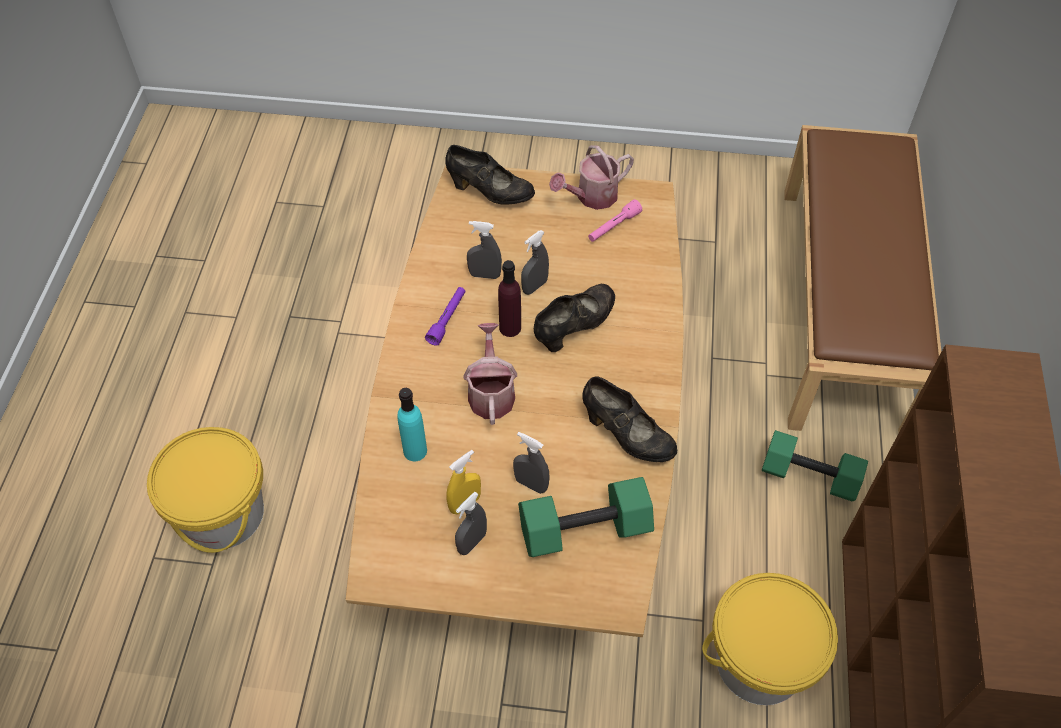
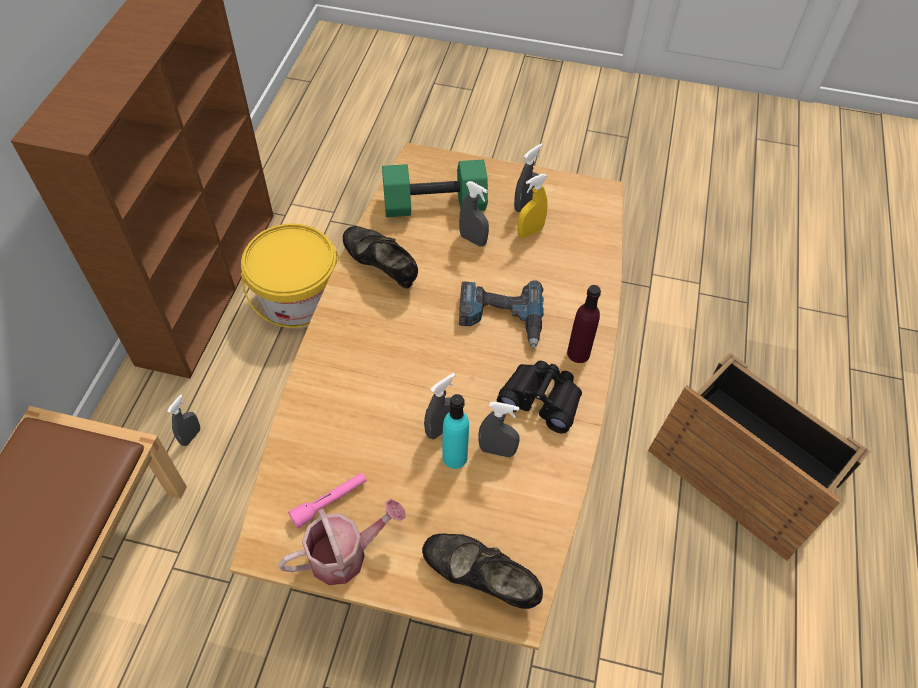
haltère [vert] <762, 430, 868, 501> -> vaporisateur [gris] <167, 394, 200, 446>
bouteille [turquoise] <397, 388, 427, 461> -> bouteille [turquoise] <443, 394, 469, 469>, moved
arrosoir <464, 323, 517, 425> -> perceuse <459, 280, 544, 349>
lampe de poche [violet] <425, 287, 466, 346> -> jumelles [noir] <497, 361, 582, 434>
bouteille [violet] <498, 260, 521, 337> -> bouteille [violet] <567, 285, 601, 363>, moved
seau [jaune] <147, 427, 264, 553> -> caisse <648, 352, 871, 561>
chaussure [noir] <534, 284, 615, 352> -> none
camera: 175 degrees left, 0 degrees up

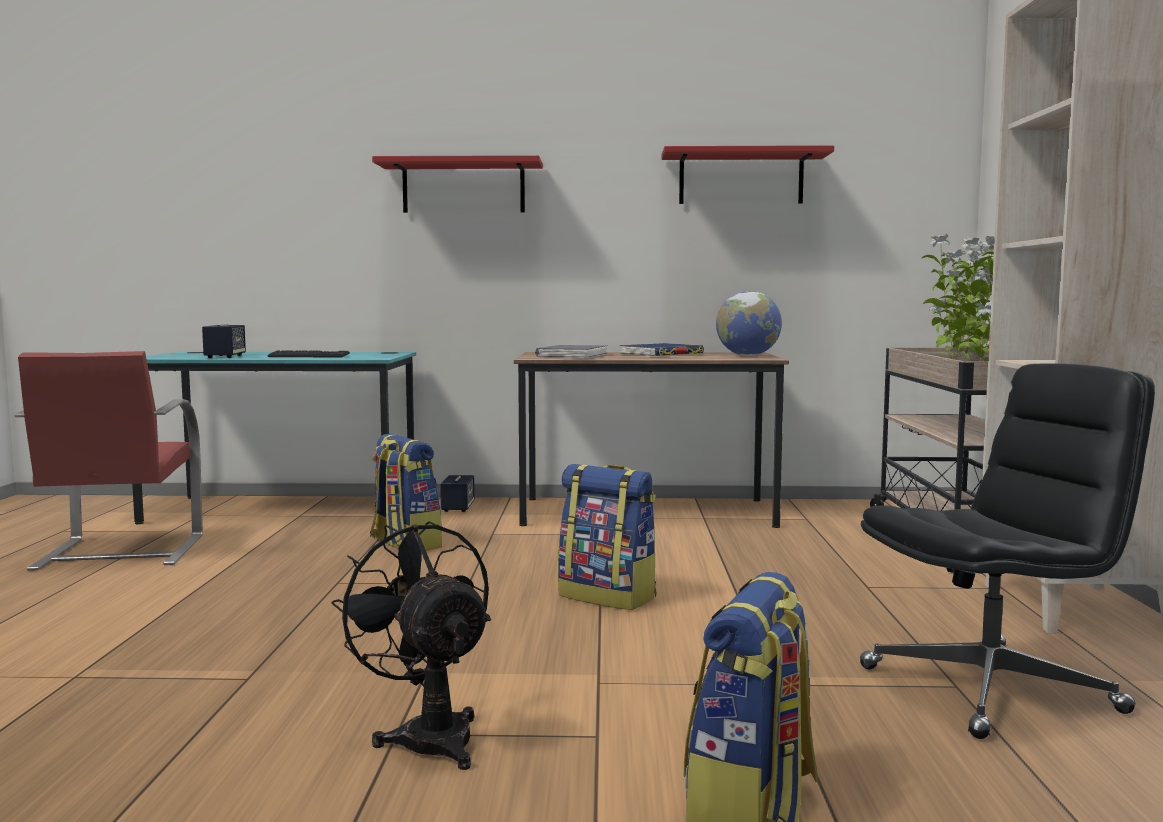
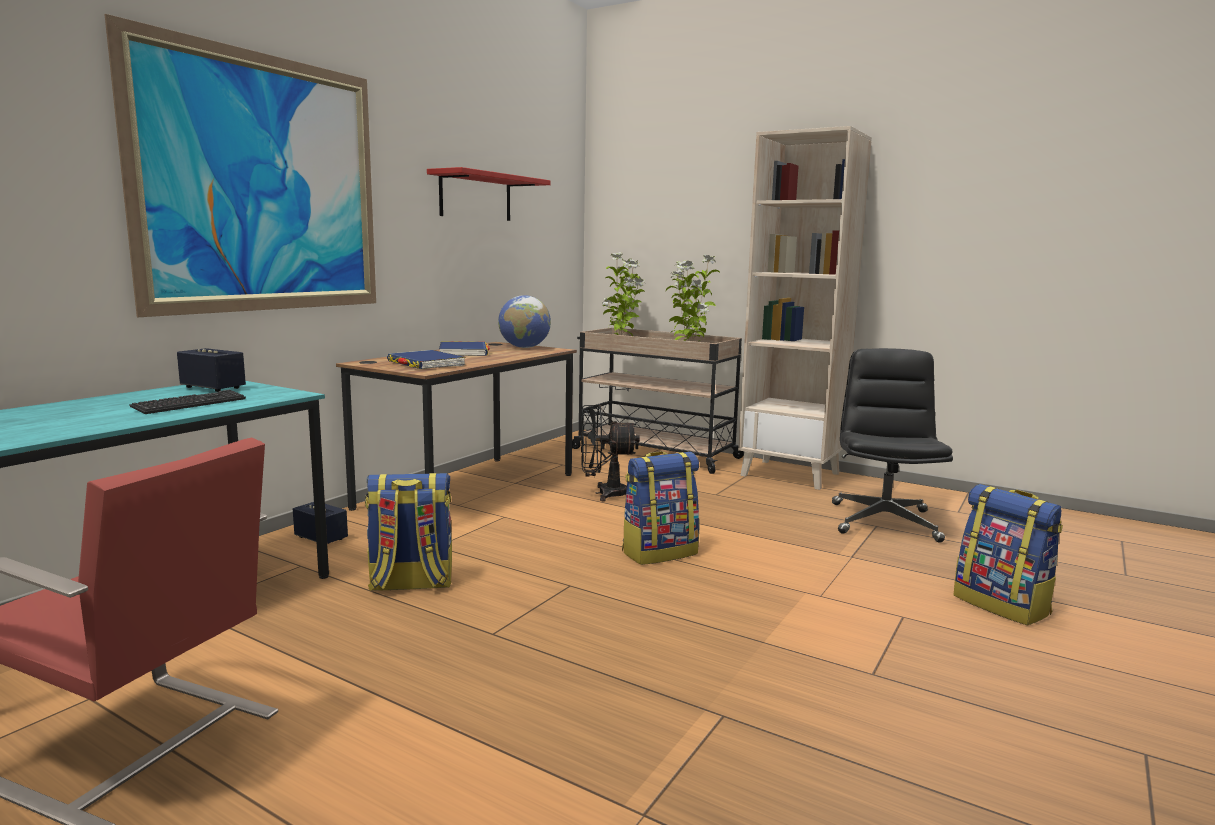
étagère [rouge] <372, 155, 543, 213> -> tableau <104, 14, 376, 317>
enceinte <202, 324, 246, 358> -> enceinte <177, 348, 246, 392>, moved
livre [gris] <535, 345, 608, 359> -> livre [bleu] <387, 350, 466, 369>
ventilateur [noir] <331, 521, 491, 770> -> ventilateur [noir] <581, 404, 640, 501>, moved
camera: 60 degrees left, 5 degrees up

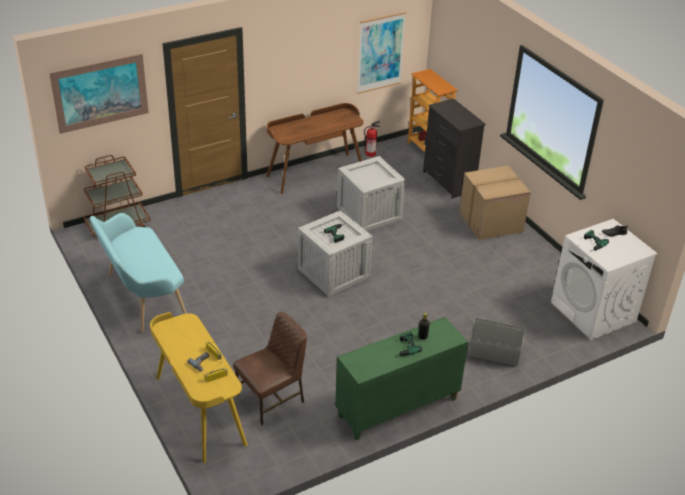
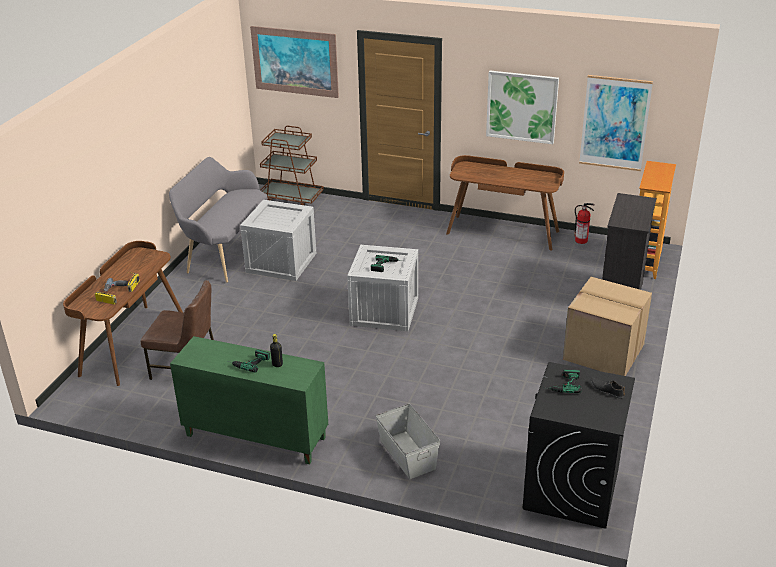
bureau [jaune] <150, 312, 247, 463> -> bureau [marron] <63, 241, 183, 386>
banc [turquoise] <90, 213, 187, 332> -> banc [gris] <169, 157, 268, 283>
caisse <337, 156, 406, 231> -> caisse <240, 200, 316, 281>, moved
none -> tableau <486, 71, 559, 144>
lave-linge [blanc] <551, 219, 658, 340> -> lave-linge [noir] <523, 362, 635, 529>
camera: 50 degrees right, 5 degrees down

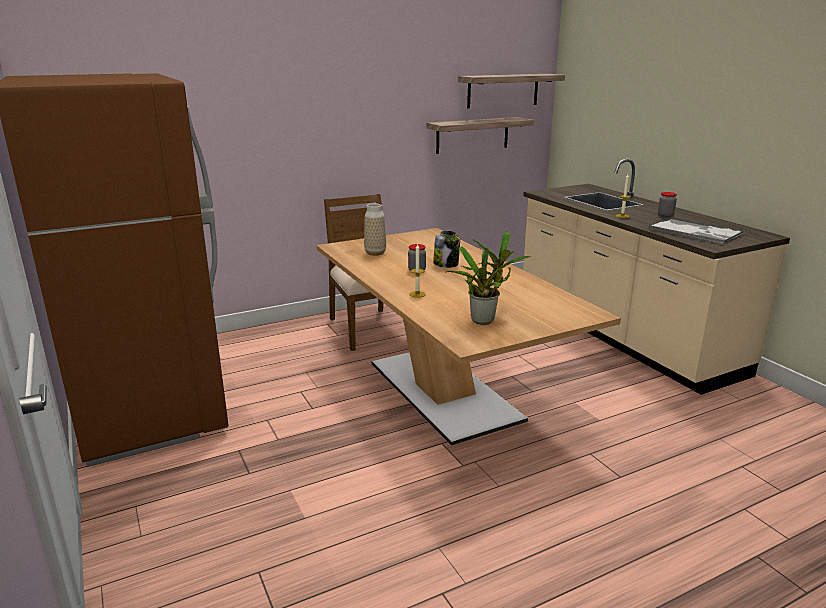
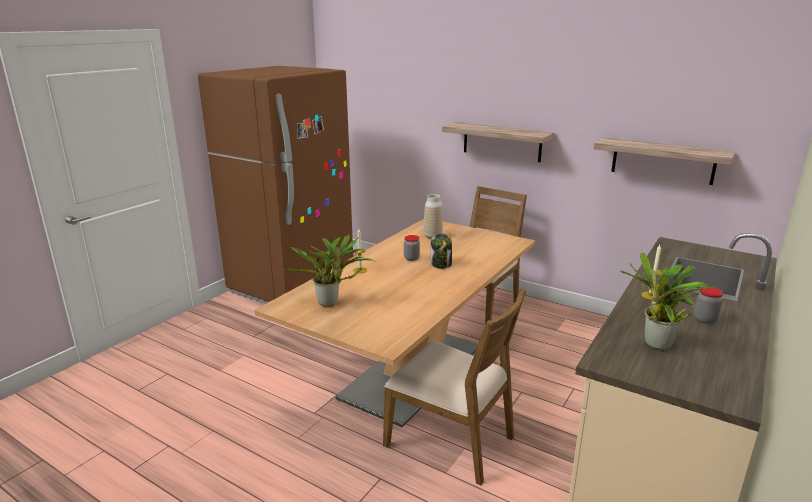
none -> chaise [marron] <383, 288, 526, 485>
étagère <458, 74, 565, 108> -> étagère <442, 122, 555, 162>, moved
plateau <649, 217, 745, 245> -> plante en pot <620, 252, 716, 350>
camera: 60 degrees right, 0 degrees up

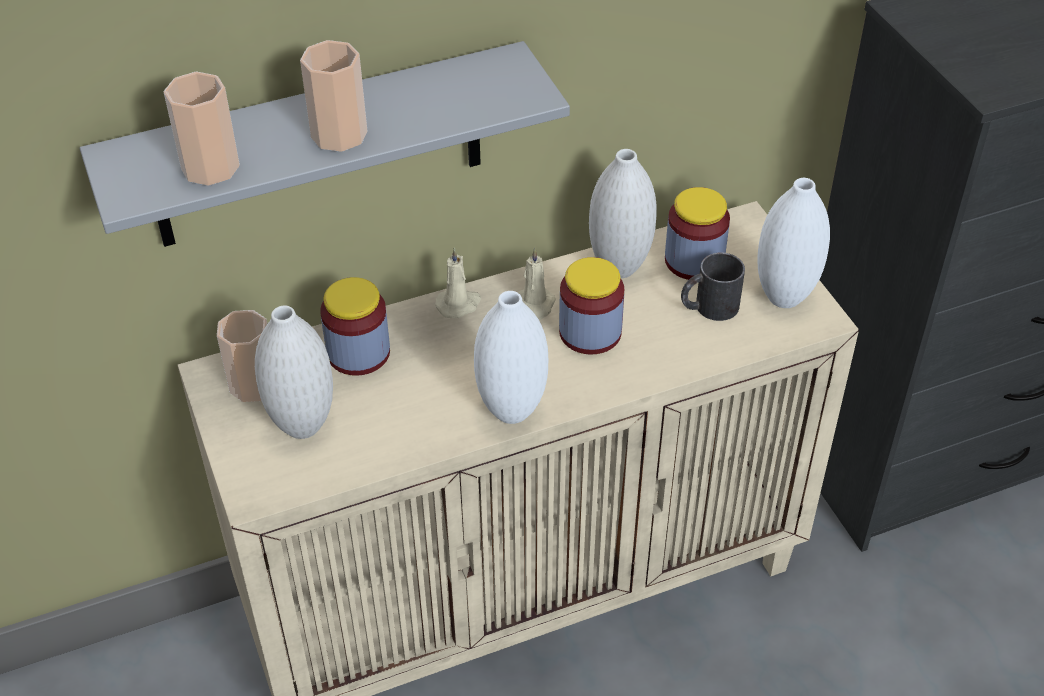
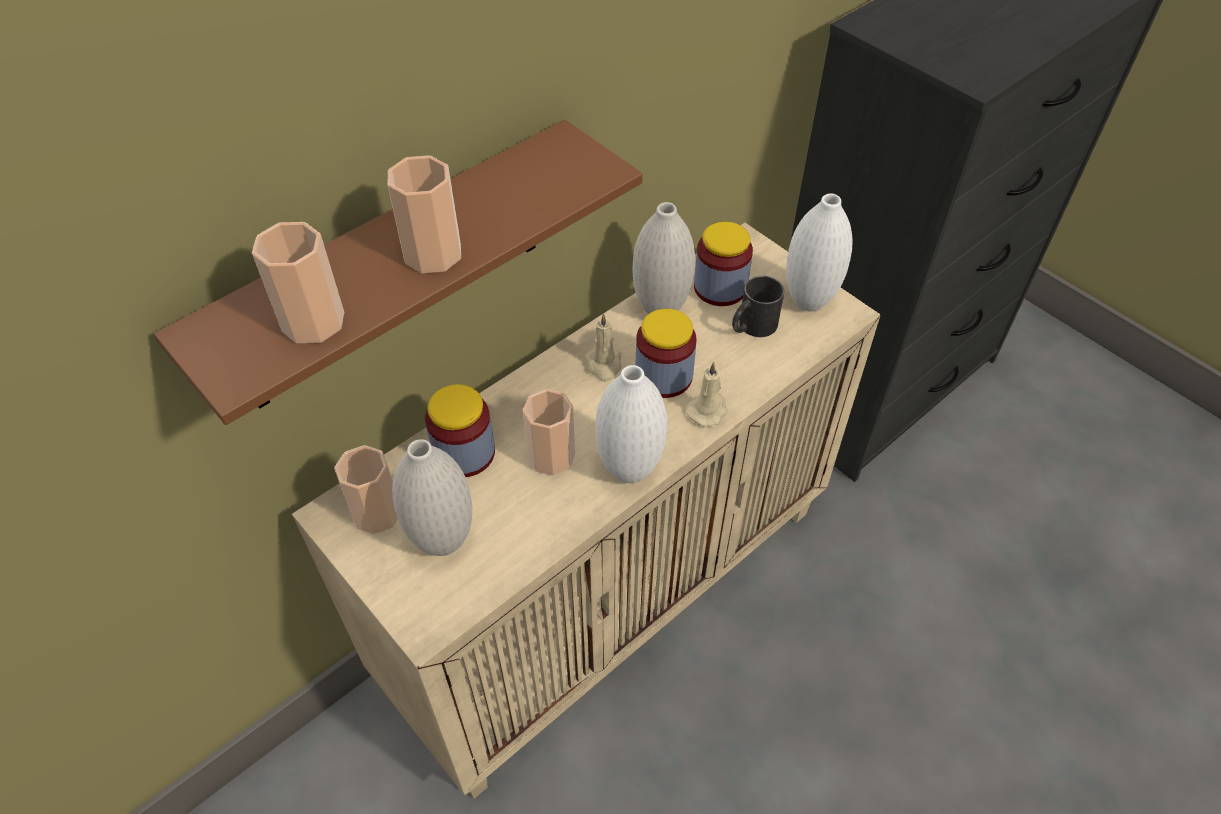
étagère [gris] <80, 41, 570, 247> -> étagère [marron] <154, 120, 643, 425>
none -> tasse <523, 389, 575, 476>
bougie [beige] <435, 247, 481, 318> -> bougie [beige] <686, 362, 728, 427>, moved
camera: 20 degrees left, 5 degrees up

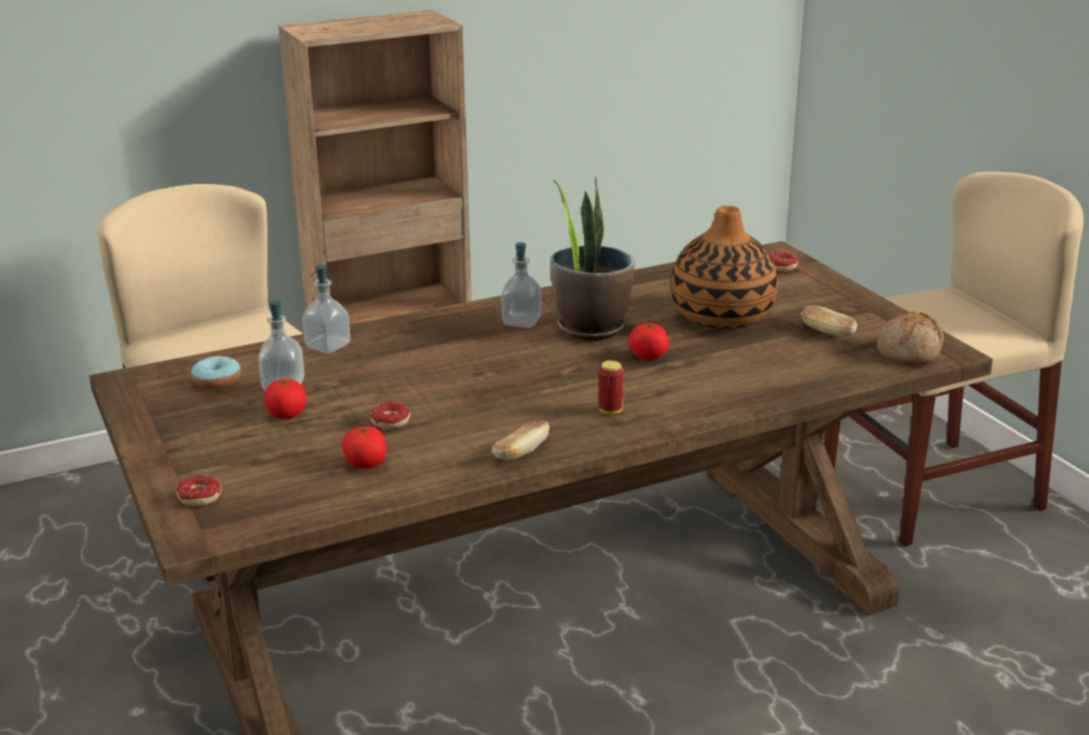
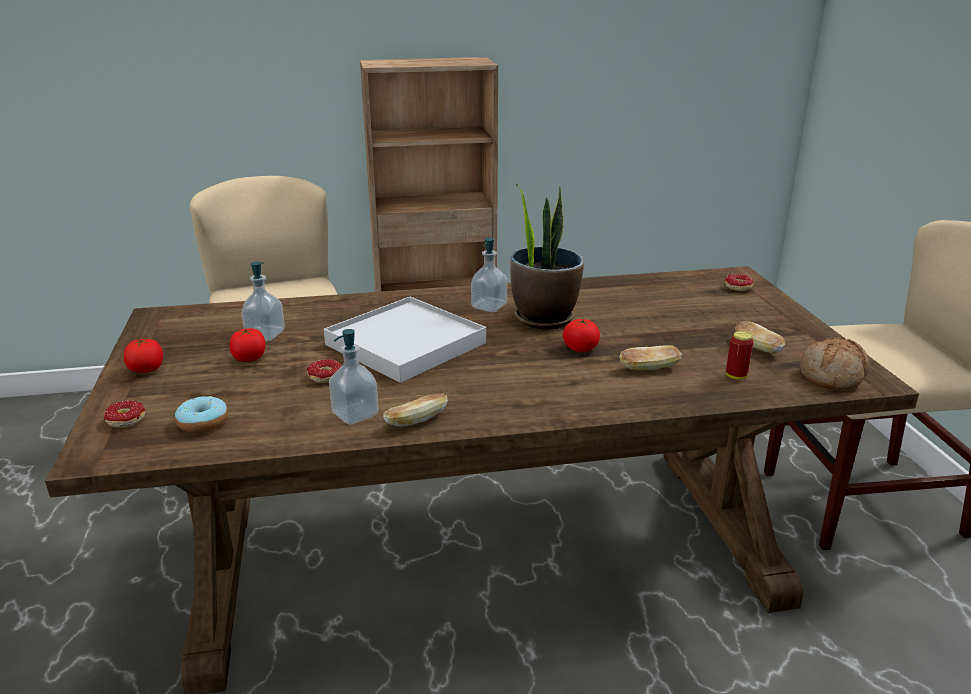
tomate <342, 425, 387, 469> -> tomate <124, 338, 163, 373>, moved
beignet <191, 356, 241, 389> -> beignet <175, 396, 228, 433>, moved
none -> plateau [blanc] <324, 297, 486, 383>
distributeur de savon <302, 265, 350, 354> -> distributeur de savon <329, 329, 379, 425>, moved
none -> pain <620, 345, 682, 370>
boîte métallique <599, 360, 624, 415> -> boîte métallique <726, 331, 754, 380>, moved
vase <671, 206, 778, 329> -> none
camera: 15 degrees right, 0 degrees up

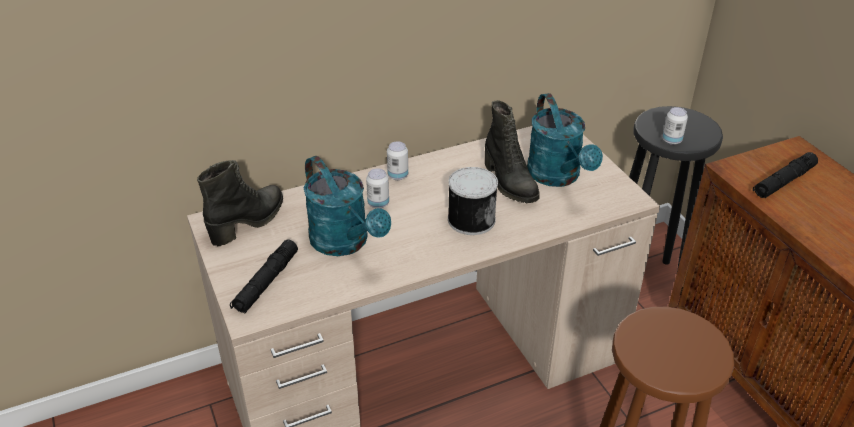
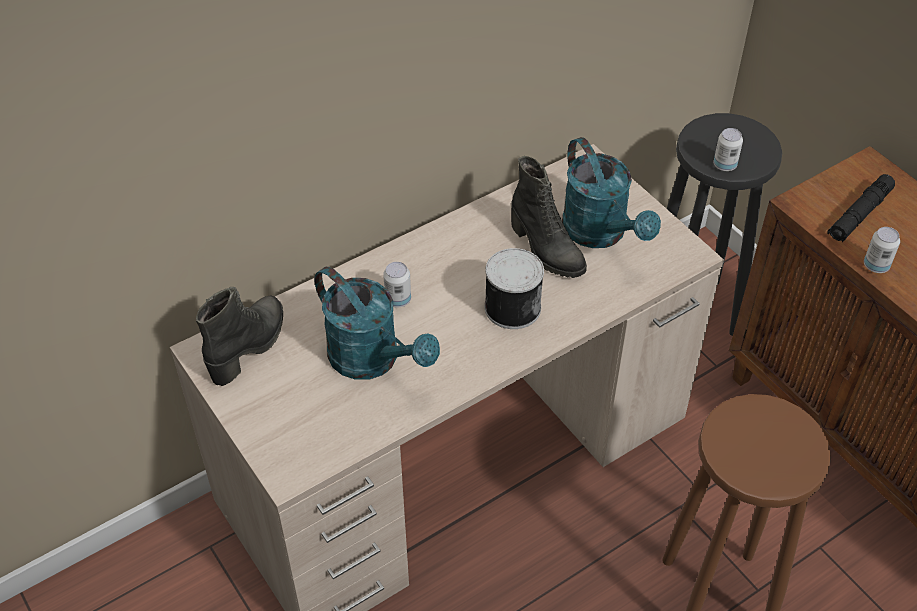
boîte métallique <387, 141, 408, 180> -> boîte métallique <864, 227, 900, 273>, moved
lampe de poche [noir] <230, 240, 298, 313> -> none
camera: 10 degrees left, 10 degrees up

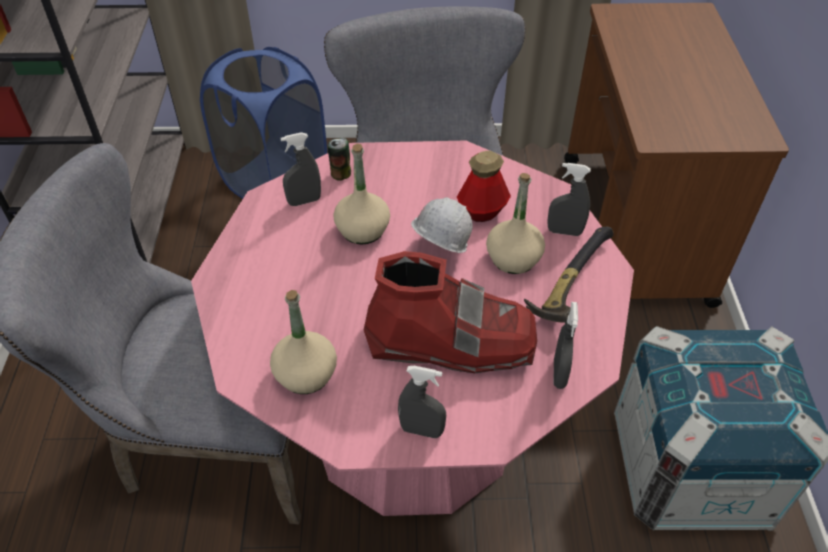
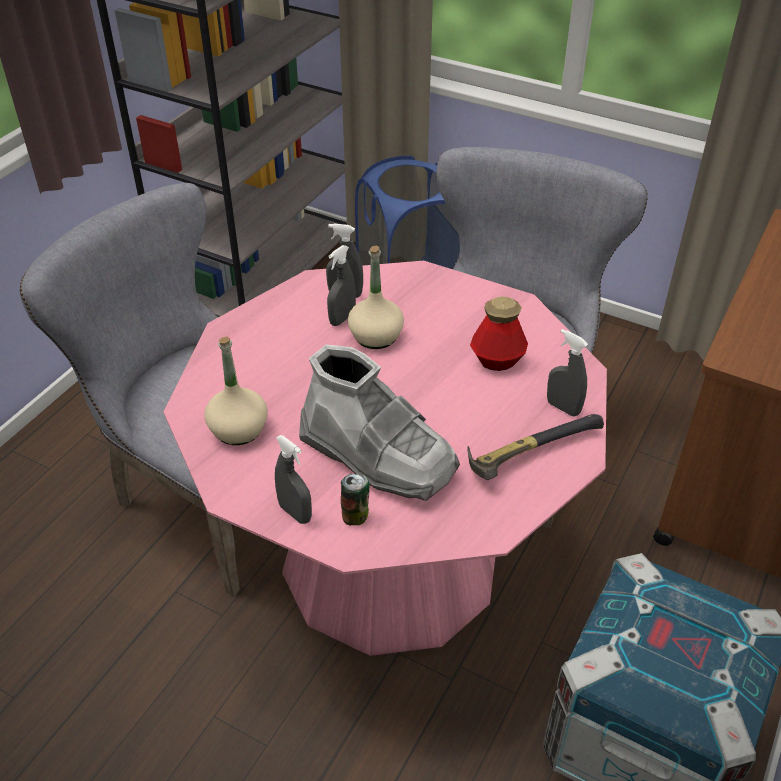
botte [rouge] <364, 251, 537, 373> -> botte [gris] <299, 344, 460, 501>
vaporisateur [gris] <554, 302, 578, 389> -> vaporisateur [gris] <327, 245, 356, 326>, moved
boîte métallique <328, 138, 351, 181> -> boîte métallique <341, 474, 370, 525>, moved
casque de chantier [blanc] <411, 197, 473, 253> -> none
bouteille [beige] <486, 173, 545, 274> -> none
camera: 30 degrees right, 5 degrees down

